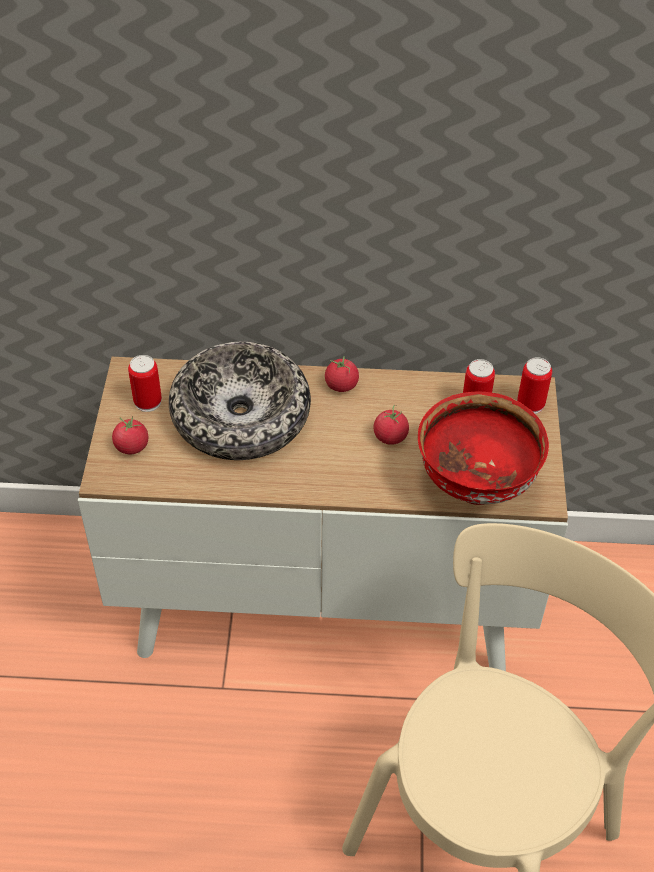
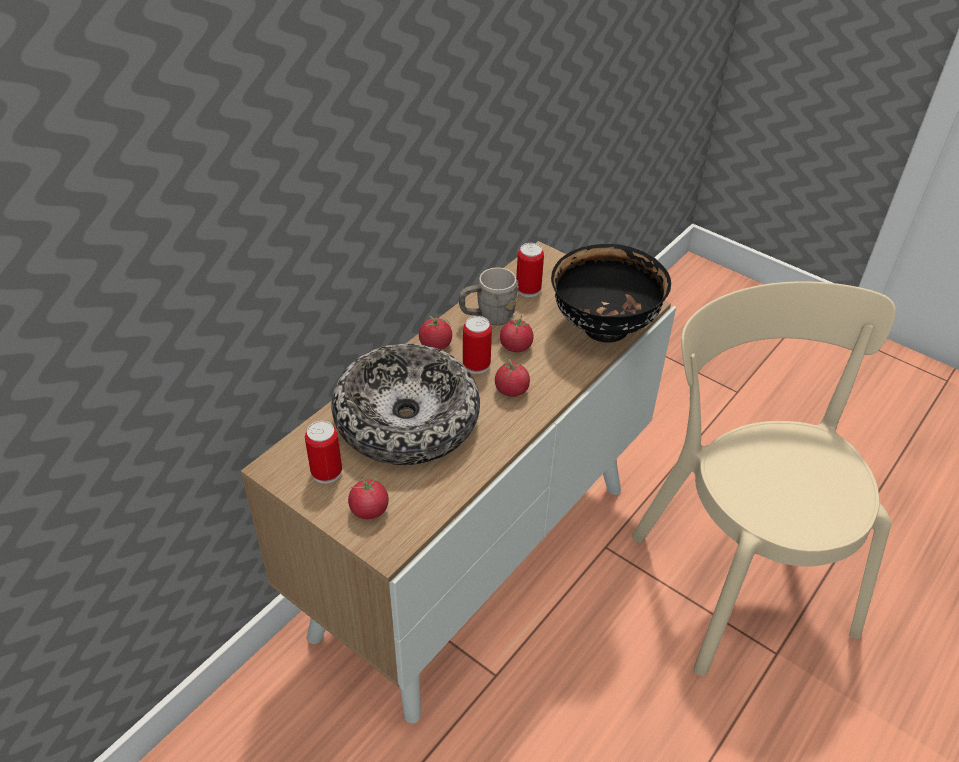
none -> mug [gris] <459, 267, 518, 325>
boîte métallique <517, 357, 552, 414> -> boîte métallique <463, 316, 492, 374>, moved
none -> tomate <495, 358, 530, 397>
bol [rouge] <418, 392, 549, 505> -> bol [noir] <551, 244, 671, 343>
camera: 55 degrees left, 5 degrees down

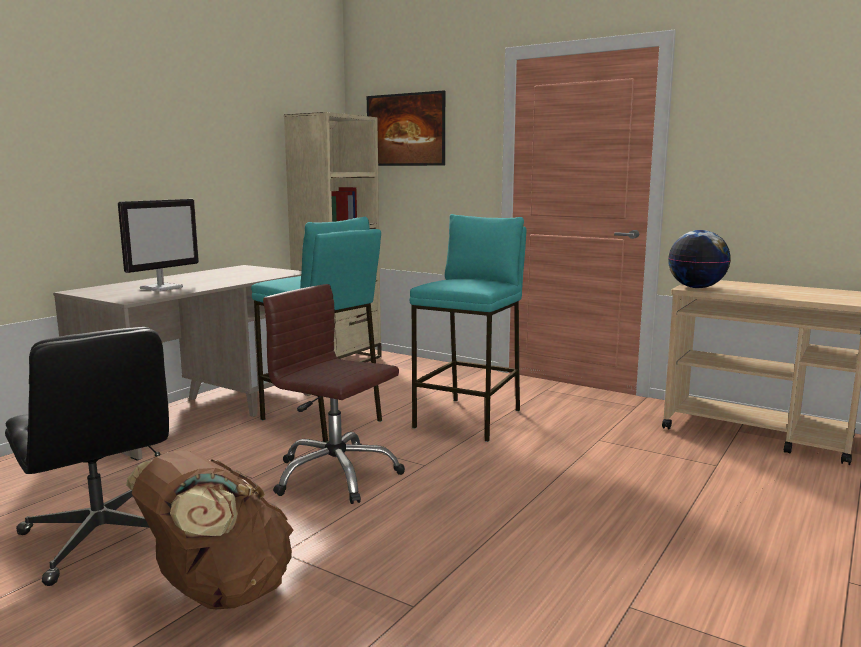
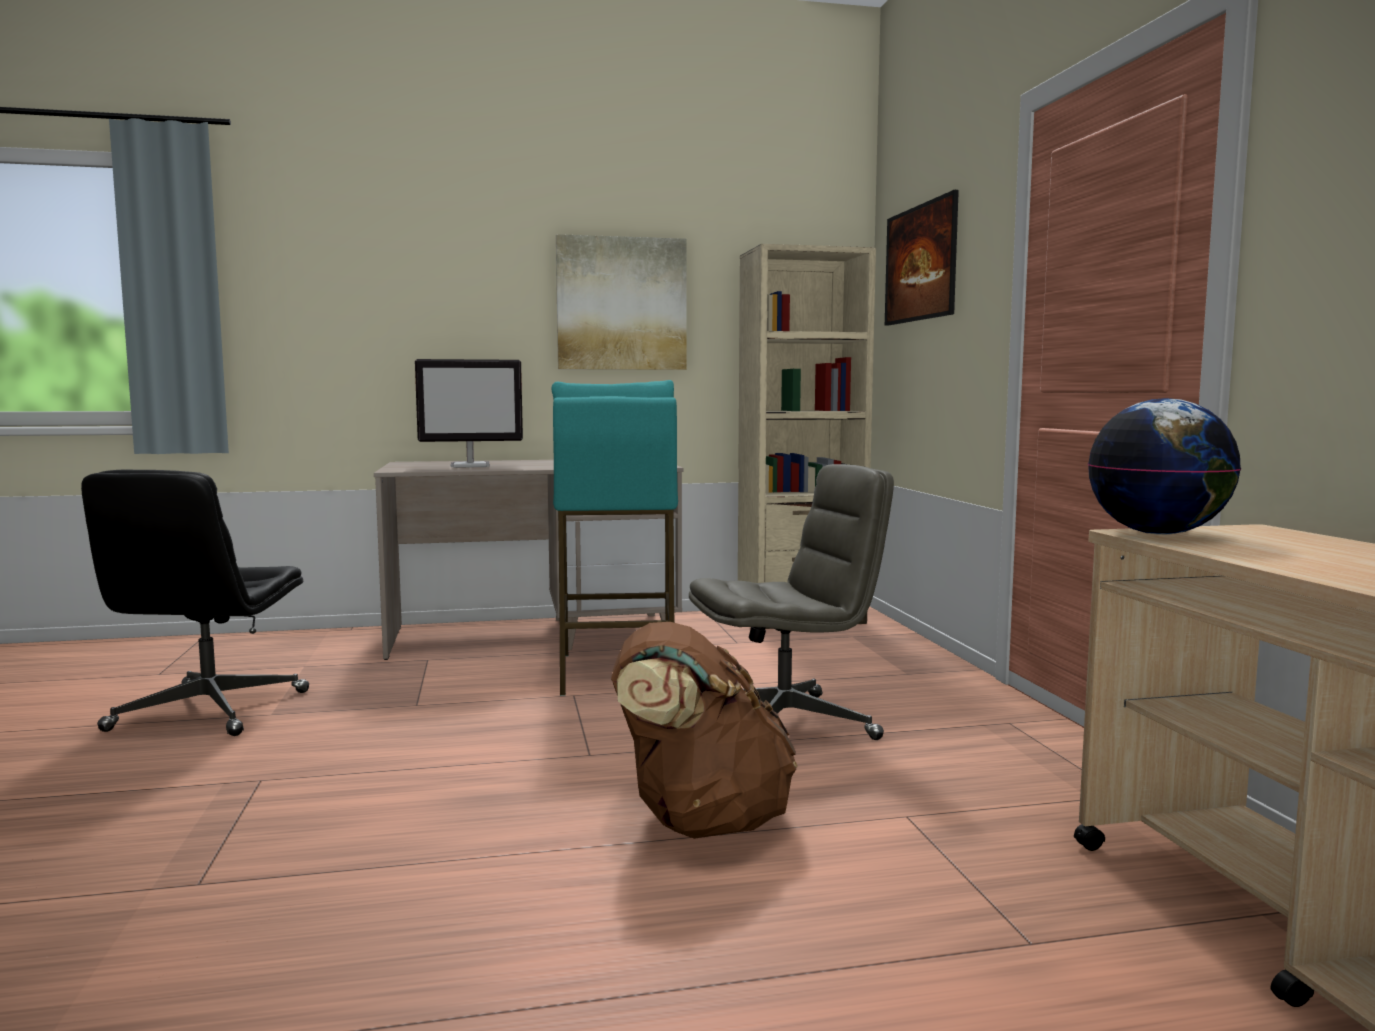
none -> tableau <556, 234, 687, 370>
sac à dos [marron] <126, 451, 294, 609> -> sac à dos [marron] <611, 622, 797, 839>, moved
tabouret [turquoise] <410, 214, 526, 442> -> chaise de bureau [gris] <689, 464, 894, 740>
chaise de bureau [marron] <263, 284, 405, 504> -> none
camera: 45 degrees right, 5 degrees down

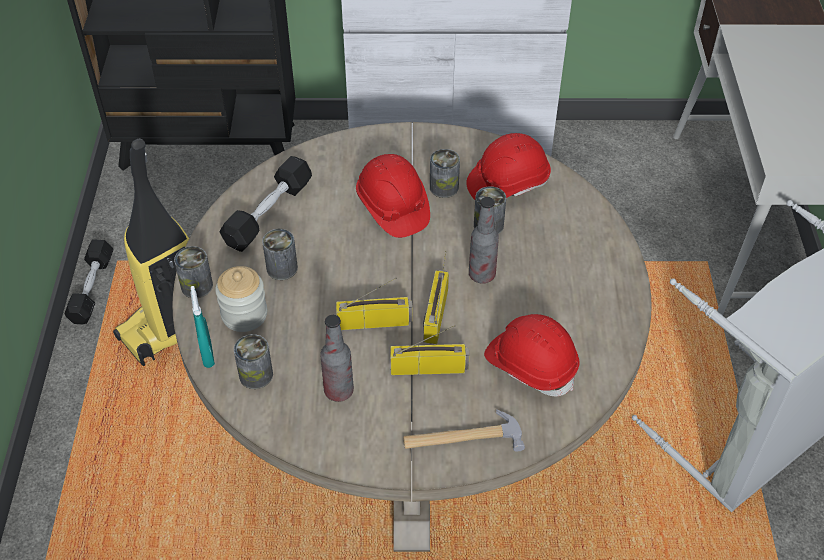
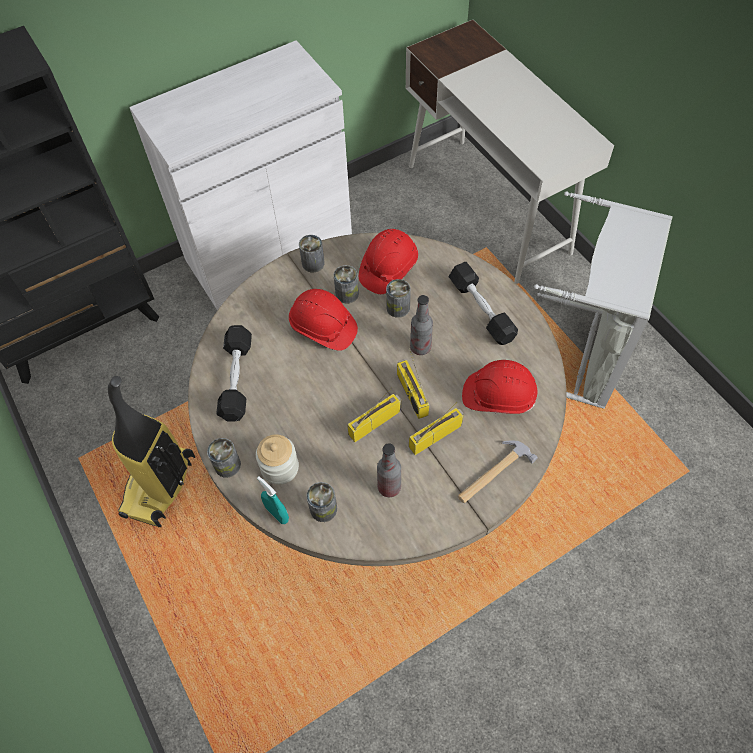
boîte métallique <262, 229, 298, 280> -> boîte métallique <299, 235, 325, 272>, moved
haltère [noir] <64, 239, 114, 324> -> haltère [noir] <449, 262, 518, 345>, moved
camera: 30 degrees left, 10 degrees up

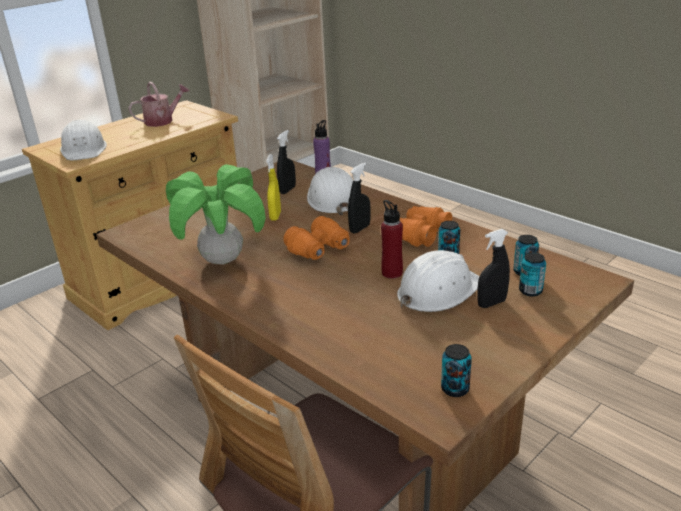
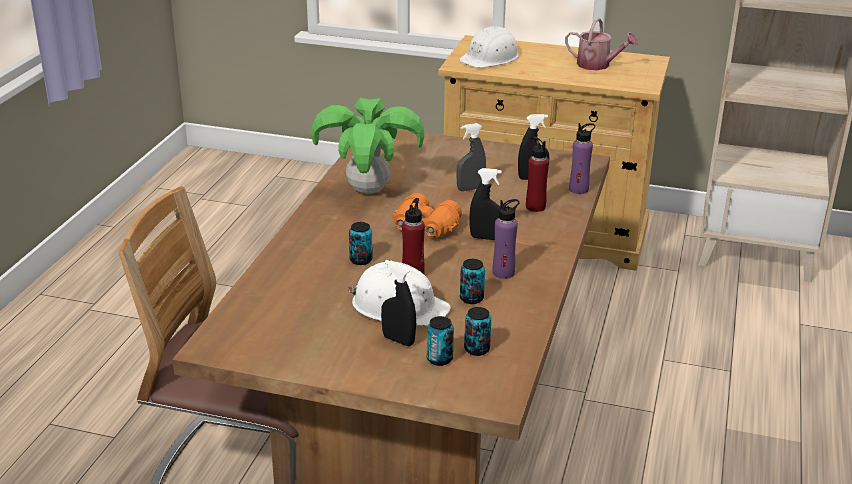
boîte métallique <441, 344, 472, 397> -> boîte métallique <349, 222, 373, 265>, moved
vaporisateur [jaune] <266, 154, 281, 221> -> vaporisateur [gris] <456, 123, 486, 191>
jumelles [orange] <400, 206, 452, 247> -> bouteille [violet] <493, 199, 520, 279>
casque de chantier [blanc] <307, 167, 353, 215> -> bouteille [rouge] <526, 137, 549, 212>
camera: 60 degrees right, 0 degrees up

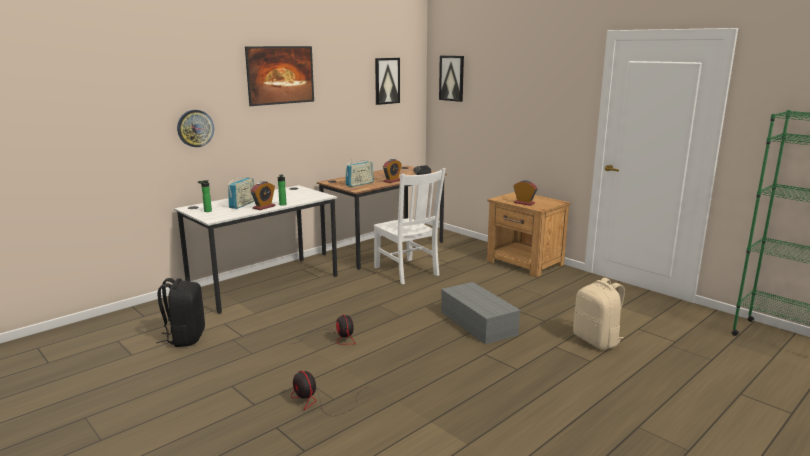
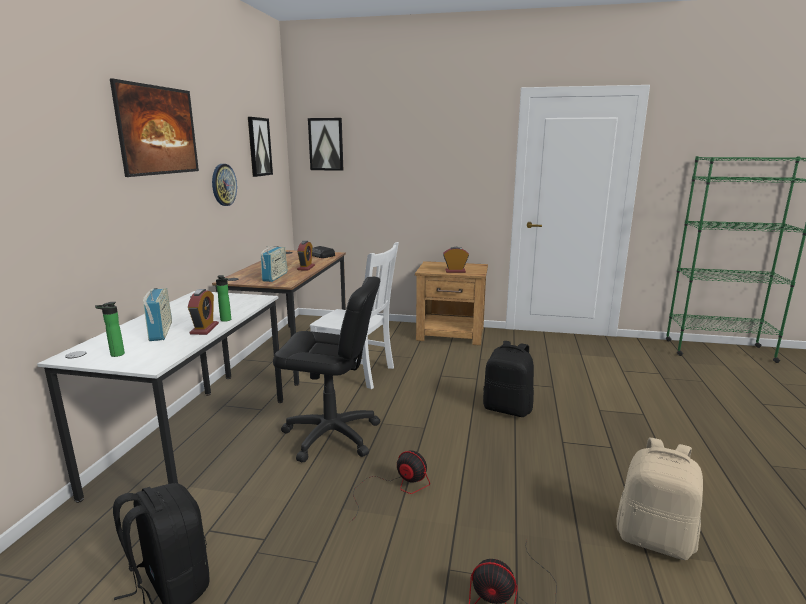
horloge murale <177, 110, 214, 147> -> horloge murale <212, 164, 237, 206>, moved
none -> chaise de bureau [noir] <273, 277, 380, 462>
boîte de rangement [gris] <441, 282, 521, 344> -> sac à dos [noir] <483, 341, 534, 417>
sac à dos [beige] <573, 278, 625, 350> -> sac à dos [beige] <616, 438, 703, 560>, moved
camera: 35 degrees left, 0 degrees up

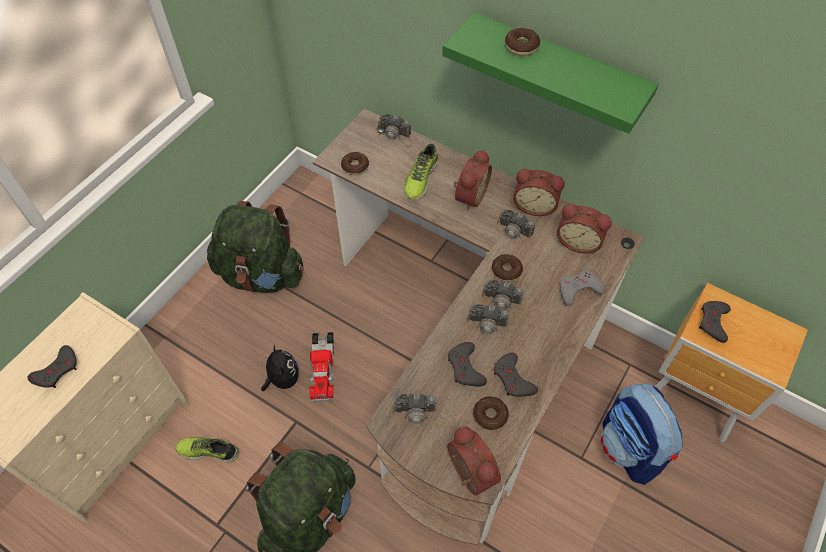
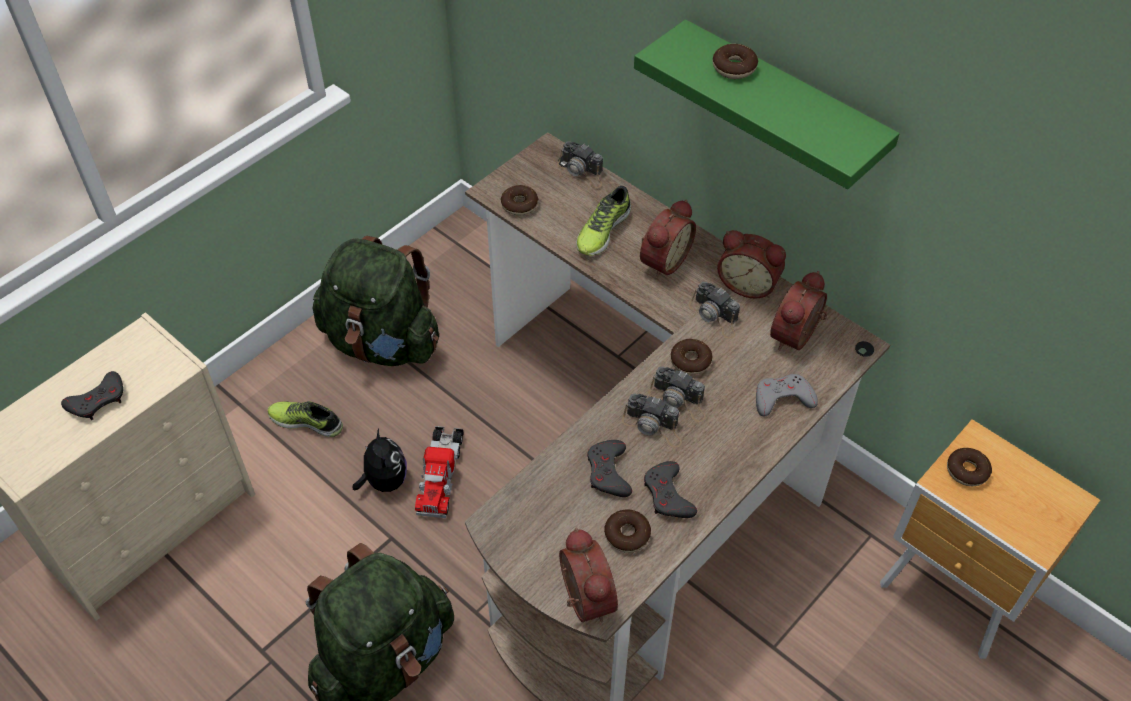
chaussure <175, 437, 239, 463> -> chaussure <268, 401, 343, 437>, moved
réveil <557, 204, 612, 254> -> réveil <770, 271, 827, 351>, 90 degrees clockwise
manette [gris] <699, 301, 731, 343> -> beignet <947, 448, 992, 486>
appareil photo <393, 394, 446, 426> -> none
sac à dos <601, 383, 682, 485> -> none
camera: 10 degrees right, 5 degrees down

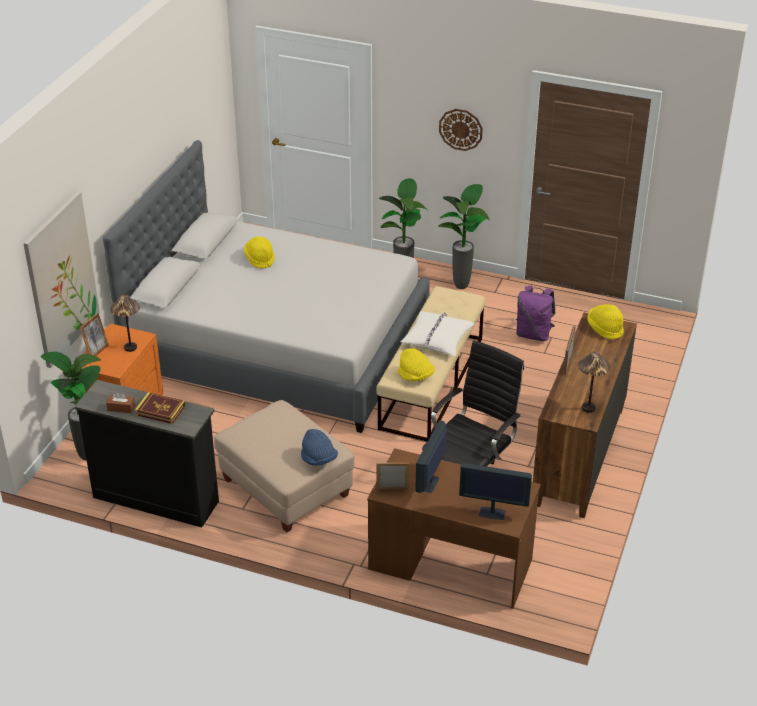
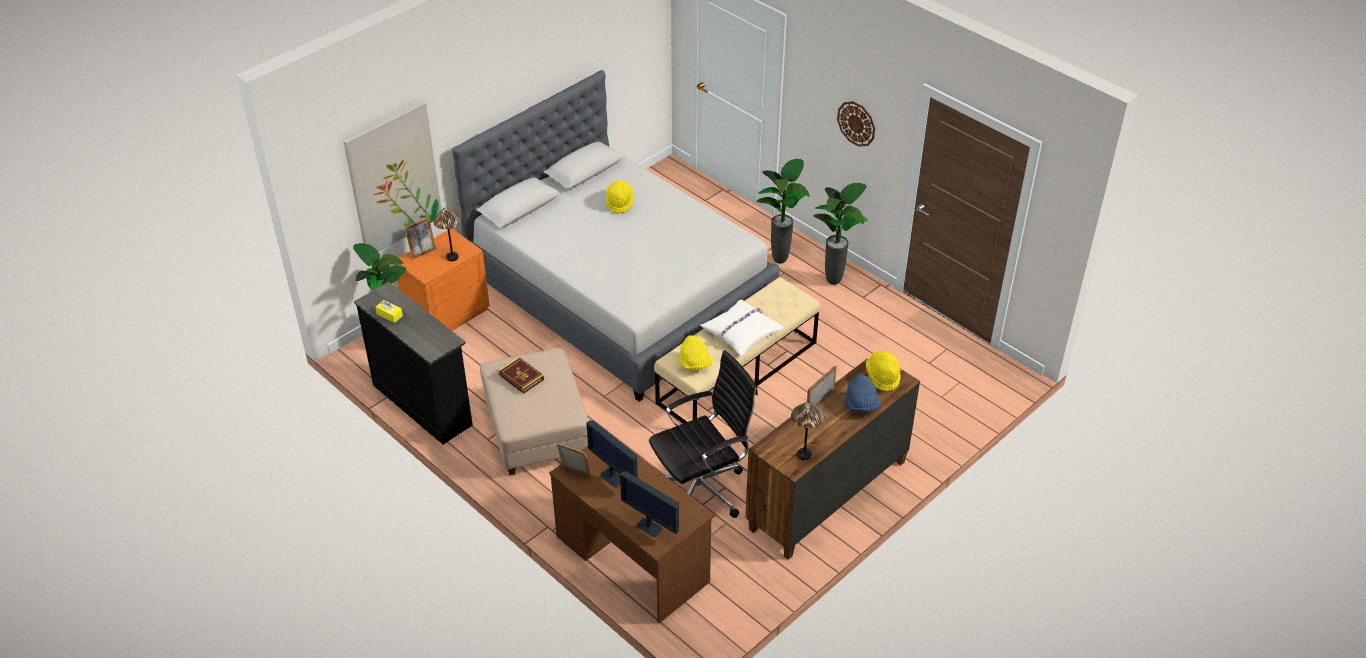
boîte à mouchoirs [marron] <106, 392, 135, 413> -> boîte à mouchoirs [jaune] <375, 300, 403, 323>
livre <135, 392, 186, 424> -> livre <498, 357, 544, 394>, moved
écran d'ordinateur <415, 420, 447, 493> -> écran d'ordinateur <586, 420, 638, 488>, 90 degrees counterclockwise
chapeau [bleu] <301, 429, 338, 466> -> chapeau [bleu] <844, 374, 881, 413>, moved
sac à dos [violet] <516, 285, 556, 341> -> none
camera: 25 degrees right, 5 degrees up

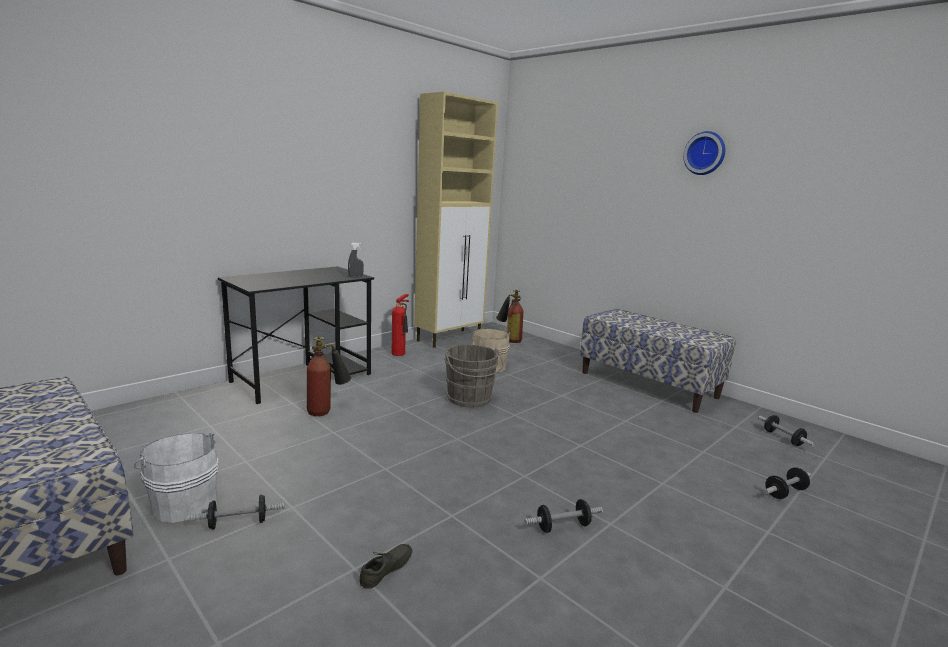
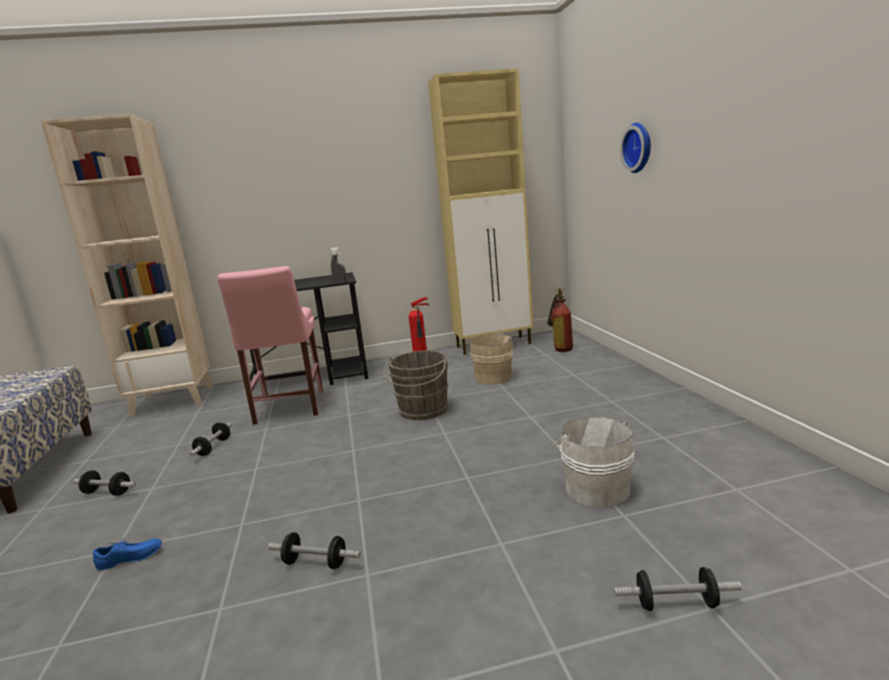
none -> bibliothèque [beige] <41, 114, 212, 417>
chaussure [gris] <360, 544, 412, 589> -> chaussure [bleu] <93, 538, 162, 570>
haltère <758, 415, 815, 447> -> haltère <189, 422, 232, 457>, moved
extincteur <307, 337, 351, 416> -> chaise [rose] <218, 266, 323, 425>
seau [blanc] <134, 433, 219, 523> -> seau [blanc] <554, 417, 635, 507>, moved
horloge murale <683, 131, 725, 175> -> horloge murale <620, 123, 651, 173>, moved
banc <580, 309, 736, 413> -> none
camera: 35 degrees right, 0 degrees up

